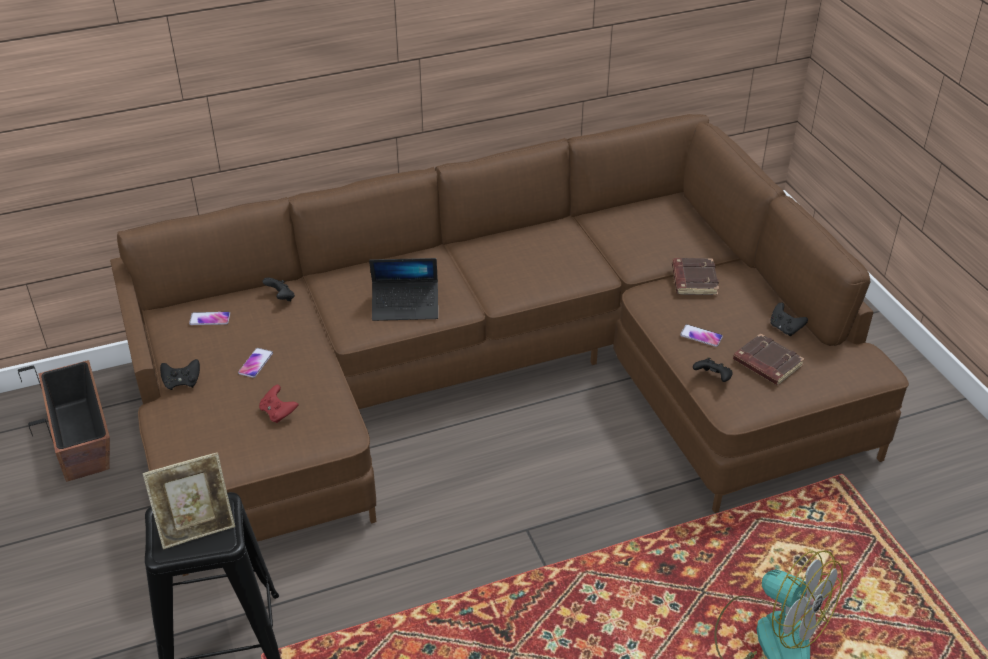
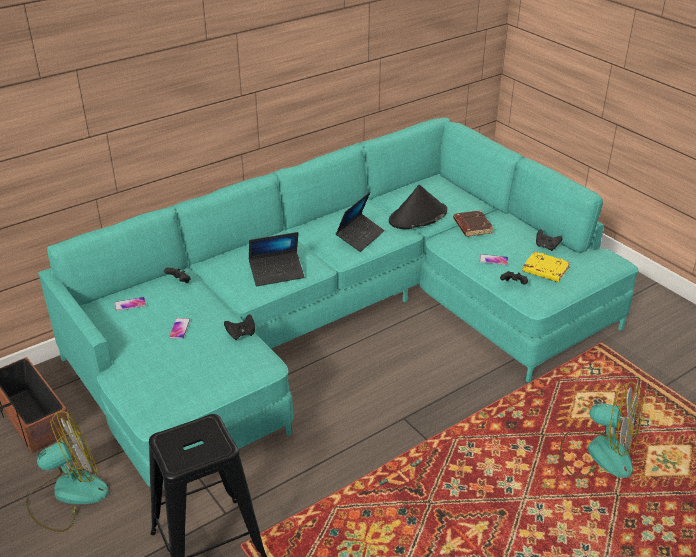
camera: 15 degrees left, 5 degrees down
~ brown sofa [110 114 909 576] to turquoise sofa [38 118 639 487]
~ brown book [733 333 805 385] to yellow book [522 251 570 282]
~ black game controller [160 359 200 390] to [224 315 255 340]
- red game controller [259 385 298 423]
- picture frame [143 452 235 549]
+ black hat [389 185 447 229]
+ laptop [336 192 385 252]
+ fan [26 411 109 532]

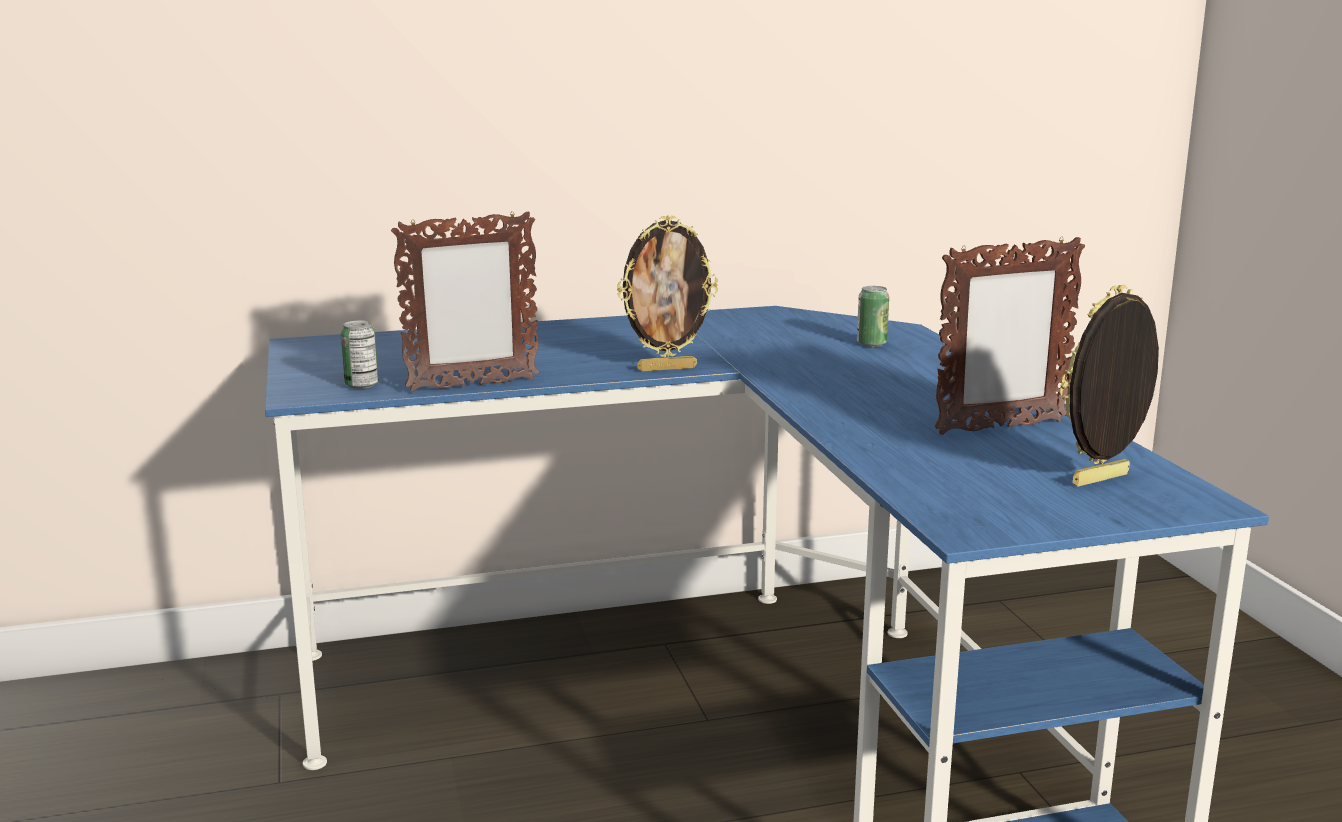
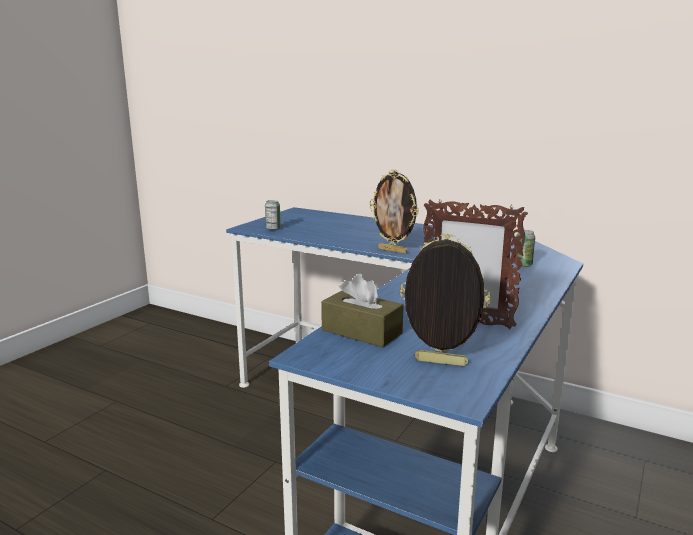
camera: 45 degrees right, 0 degrees up
- picture frame [391 211 539 392]
+ brown tissue box [321 274 404 347]

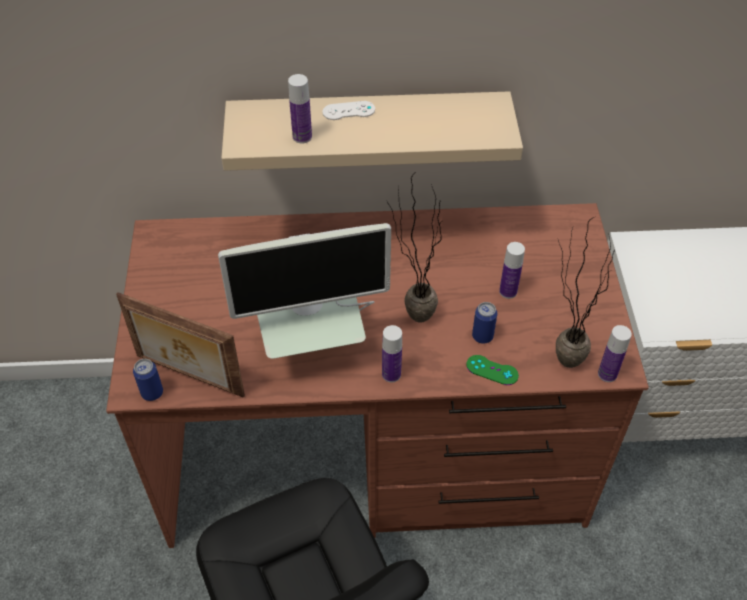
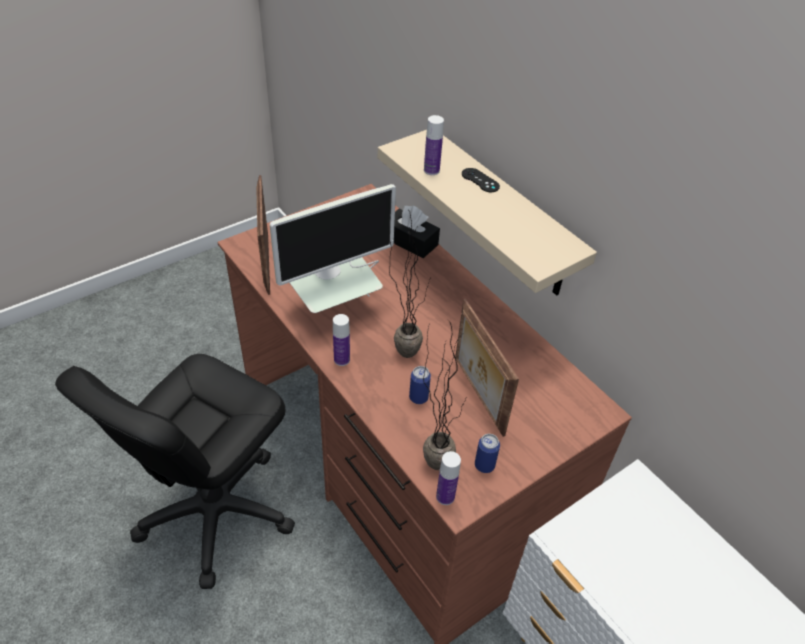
camera: 55 degrees right, 5 degrees down
~ white game controller [322 101 375 120] to black game controller [462 168 500 192]
~ monitor [218 223 391 359] = [270 184 396 313] 75 degrees counterclockwise
~ bottle [499 242 525 299] to picture frame [455 299 519 437]
- green game controller [466 355 519 385]
~ can [133 359 163 401] to [475 434 500 473]
+ black tissue box [394 206 440 258]

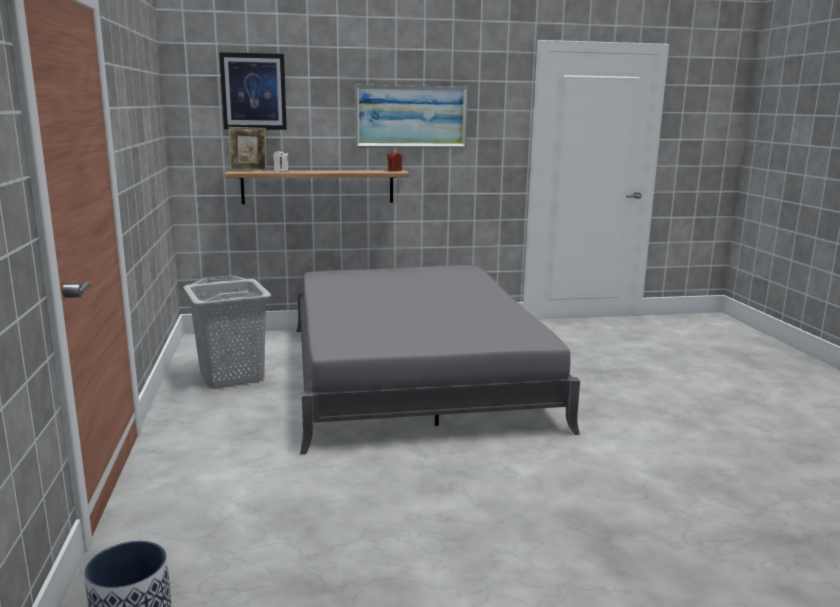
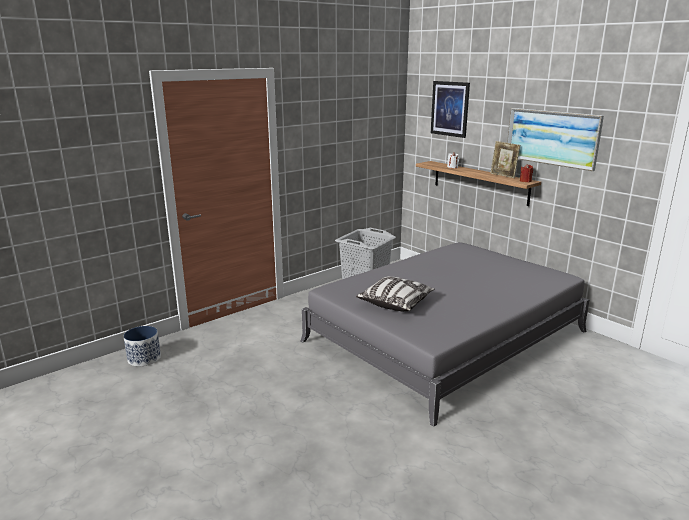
camera: 60 degrees right, 5 degrees up
~ picture frame [229 127 267 171] to [490 141 520 178]
+ pillow [356 276 435 312]

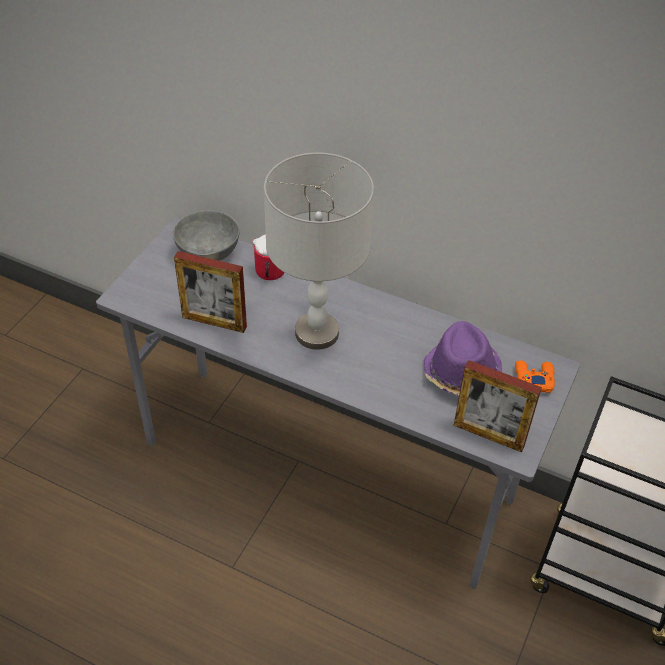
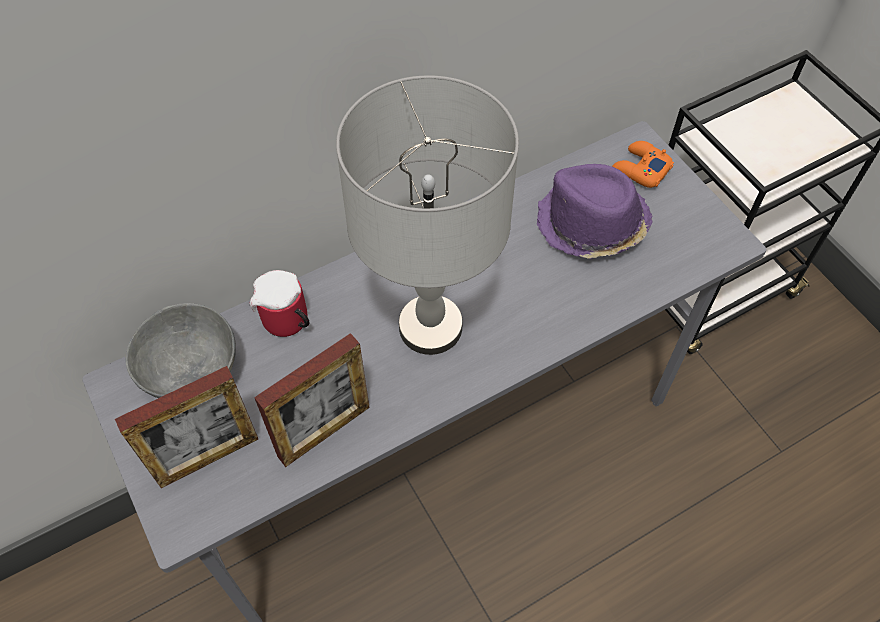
camera: 55 degrees left, 10 degrees up
~ picture frame [453 360 542 452] to [115 366 258 488]

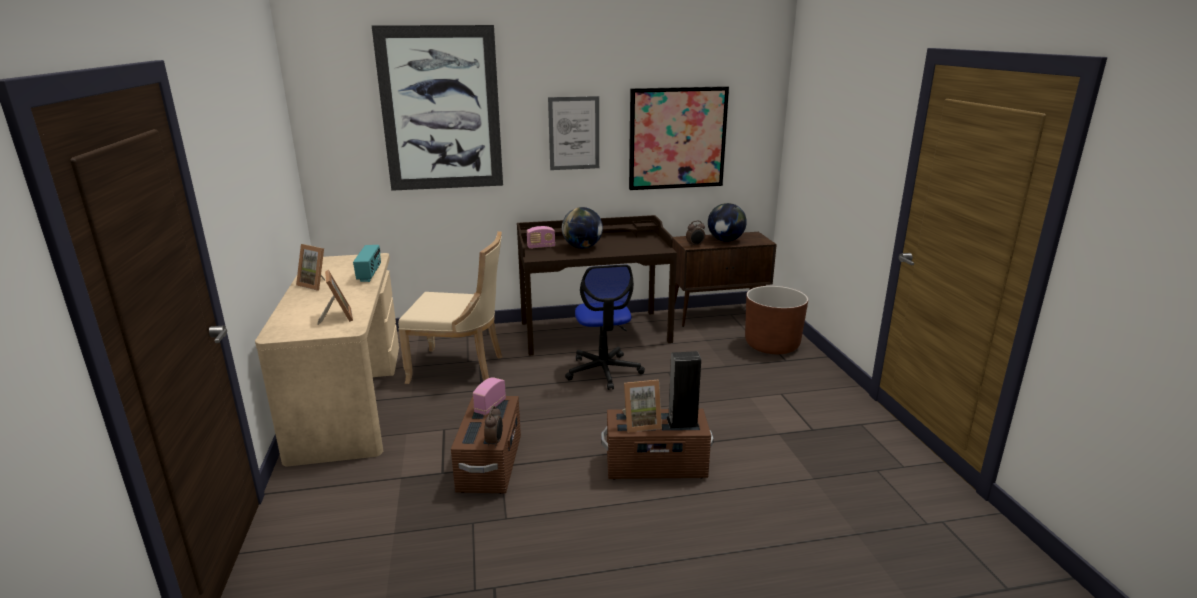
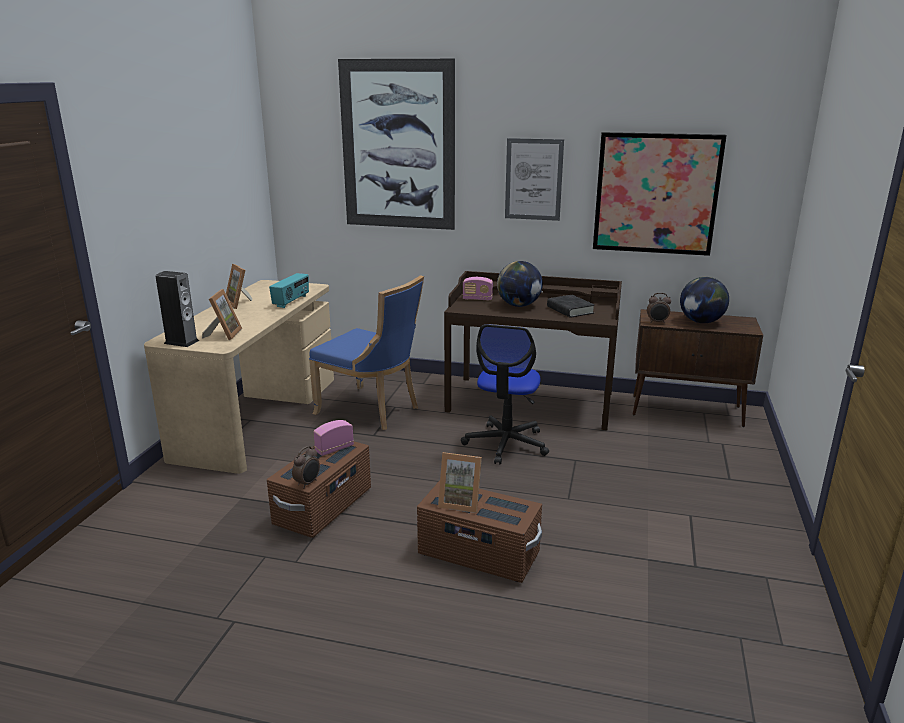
camera: 25 degrees right, 0 degrees up
~ beige chair [398 231 502 384] to blue chair [309 275 424 430]
- brown planter [745 286 808 354]
~ speaker [666 351 701 428] to [156 271 199 347]
+ black book [547 295 595 318]

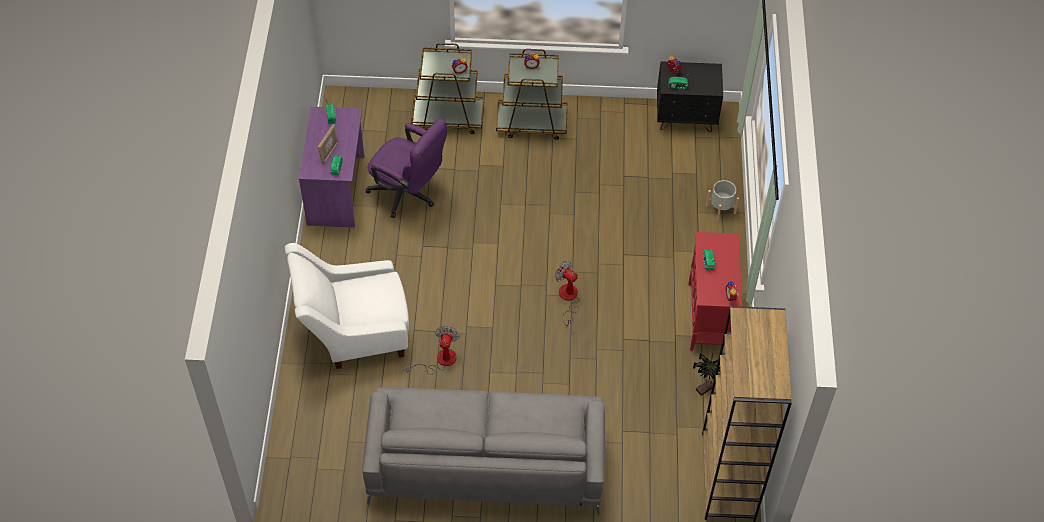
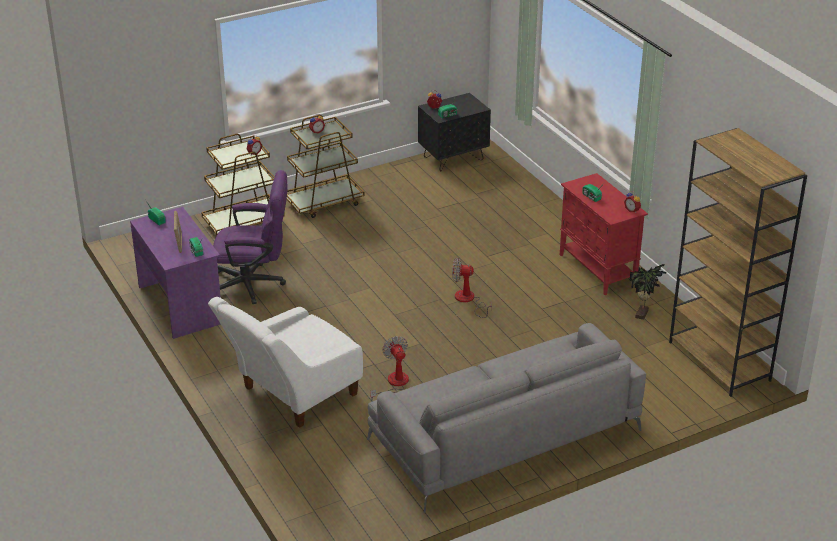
camera: 30 degrees left, 20 degrees down
- grey planter [706 180 739 221]

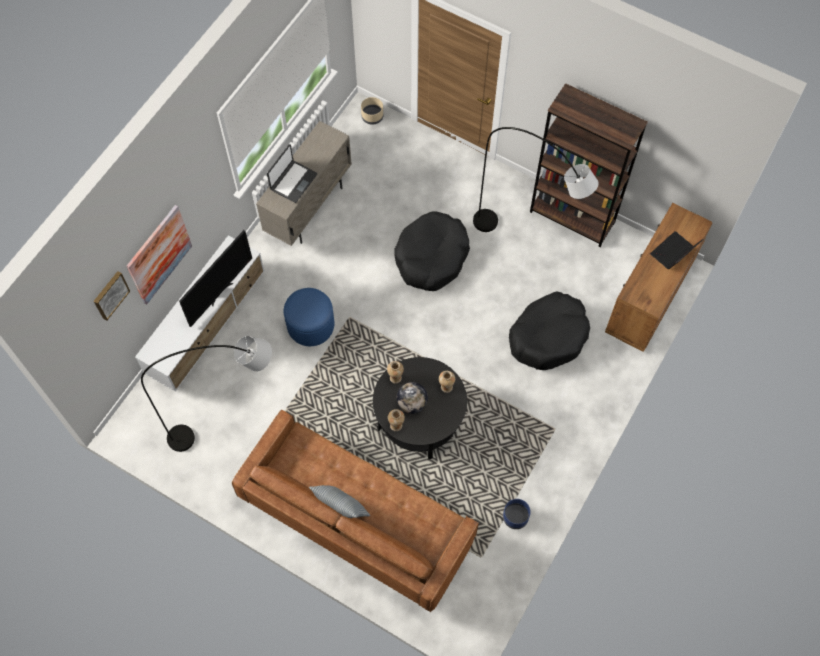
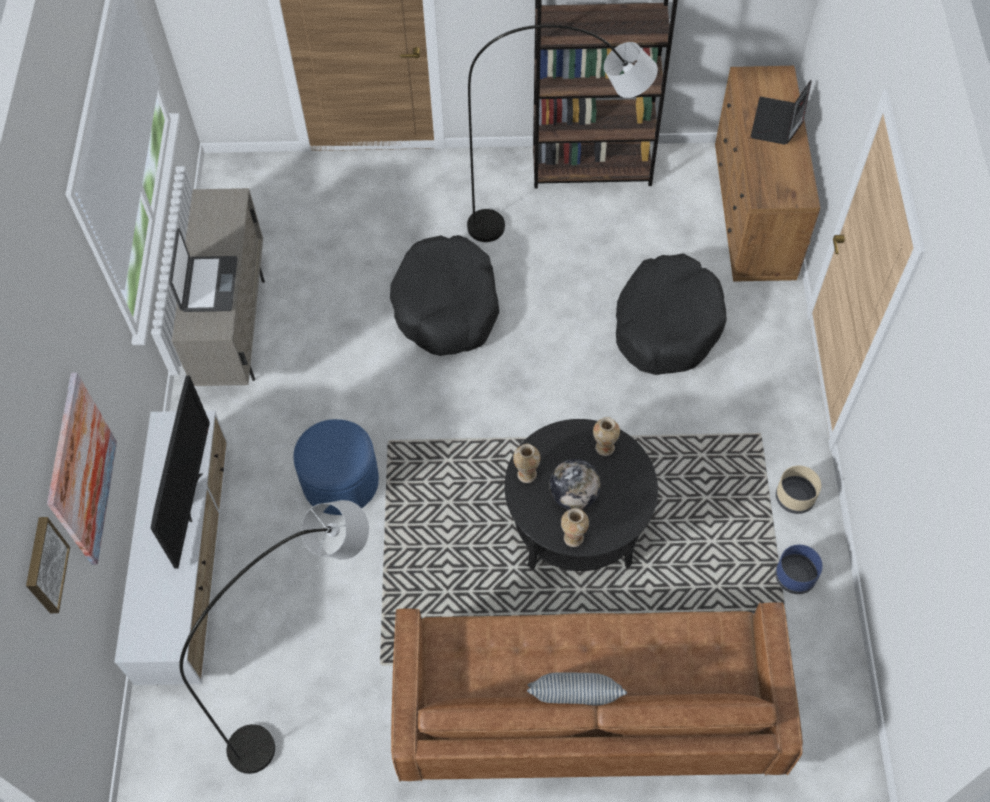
camera: 30 degrees left, 5 degrees down
~ beige planter [361 97 383 125] to [776 466 821 514]

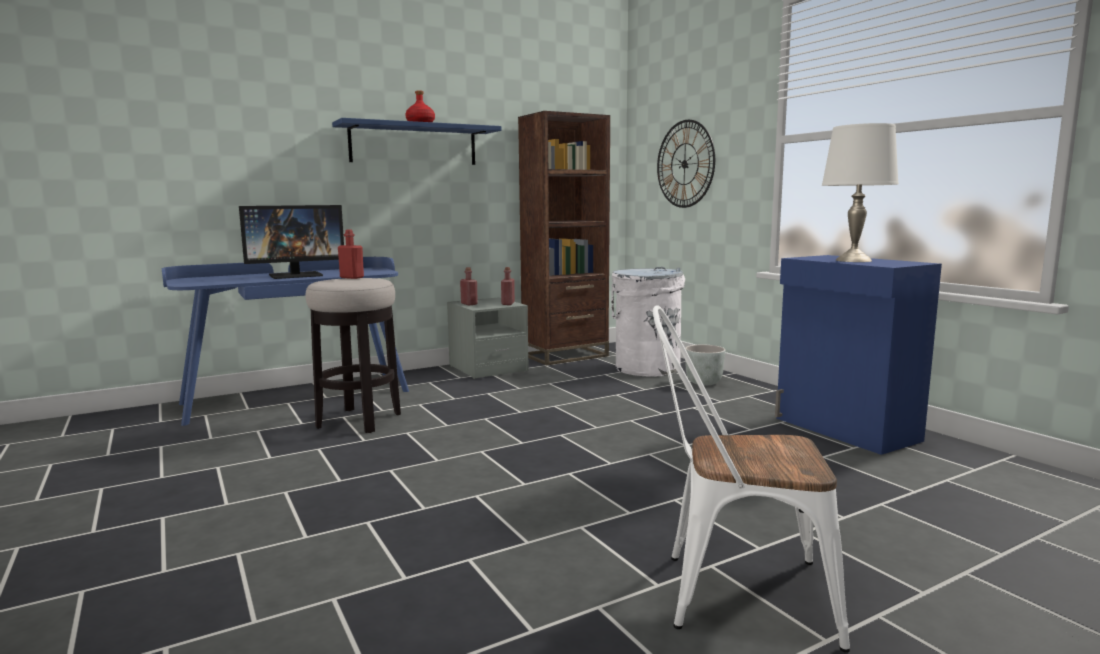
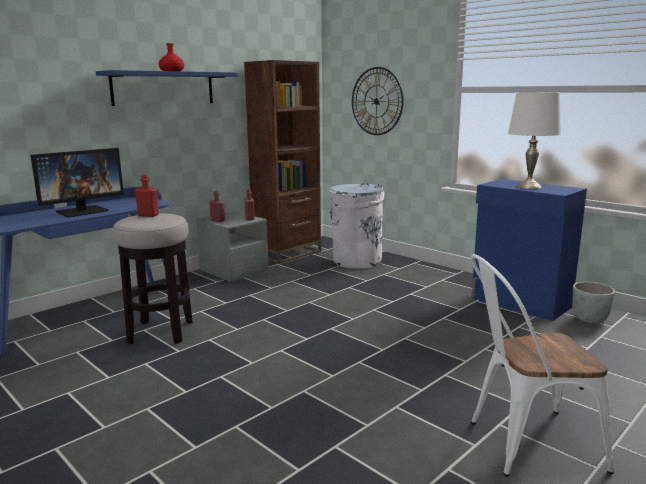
camera: 15 degrees left, 5 degrees up
~ grey planter [685 345 726 385] to [572 282 615 323]

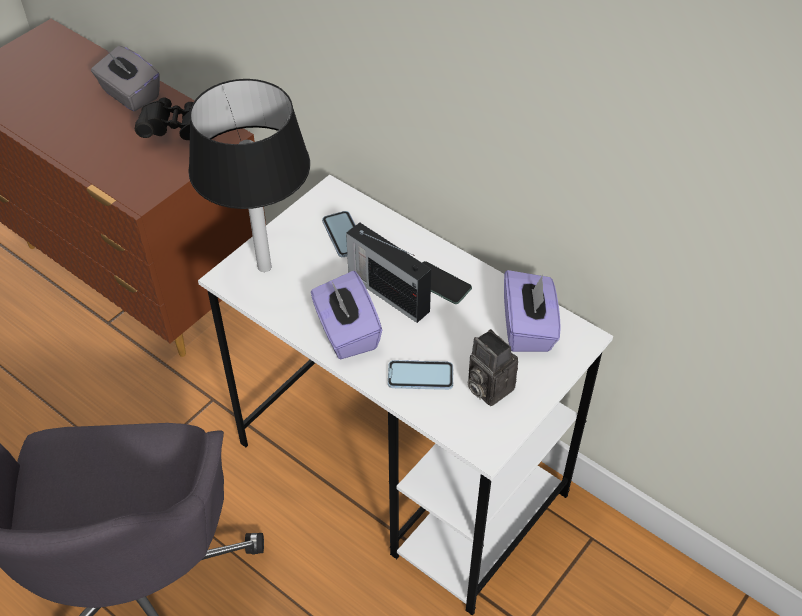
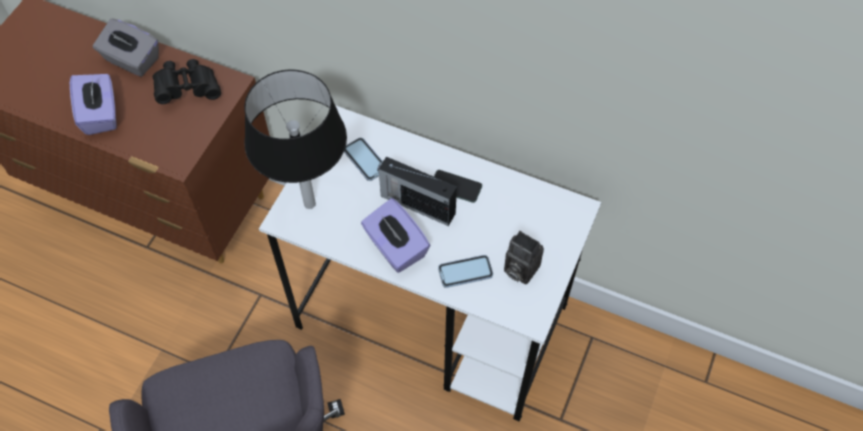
camera: 15 degrees left, 10 degrees up
~ purple tissue box [504 270 561 352] to [70 74 117 135]

